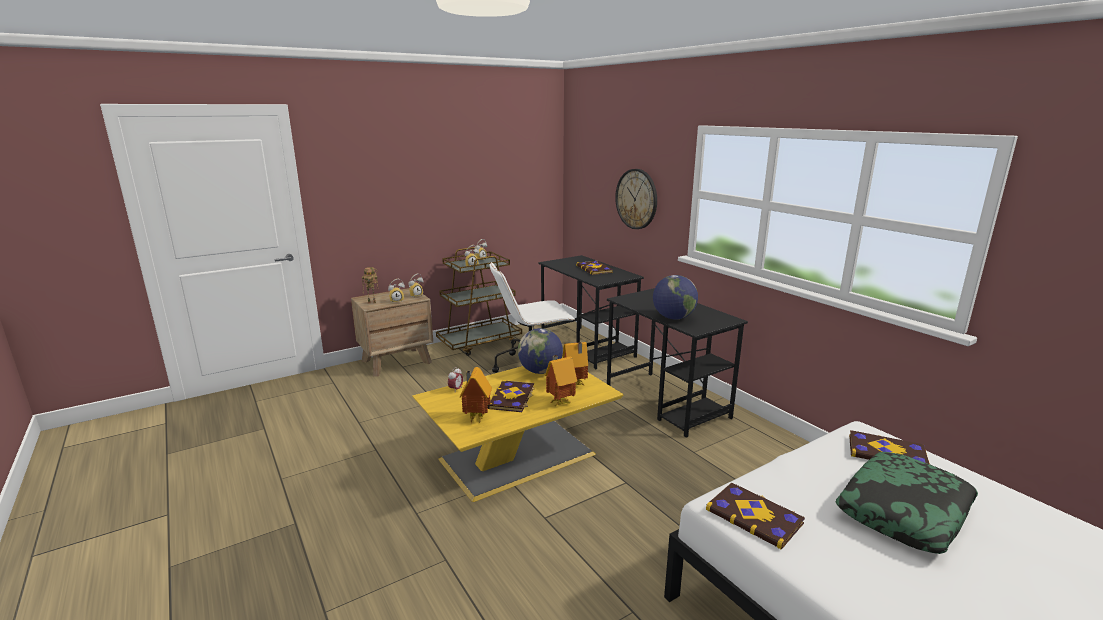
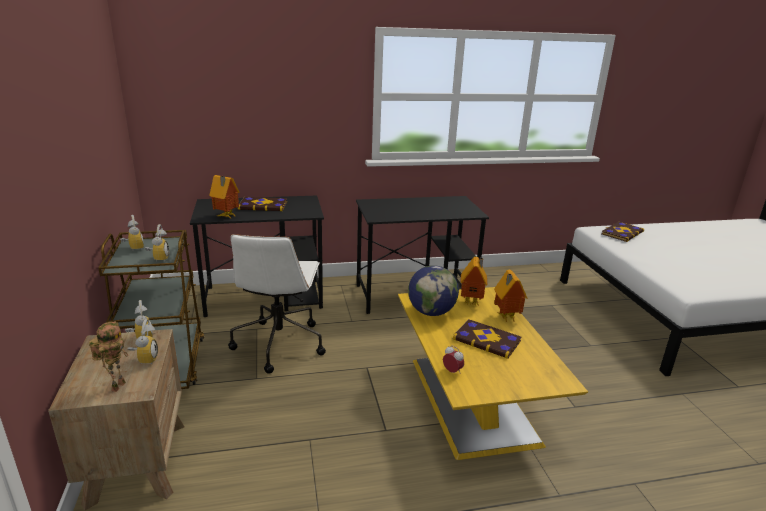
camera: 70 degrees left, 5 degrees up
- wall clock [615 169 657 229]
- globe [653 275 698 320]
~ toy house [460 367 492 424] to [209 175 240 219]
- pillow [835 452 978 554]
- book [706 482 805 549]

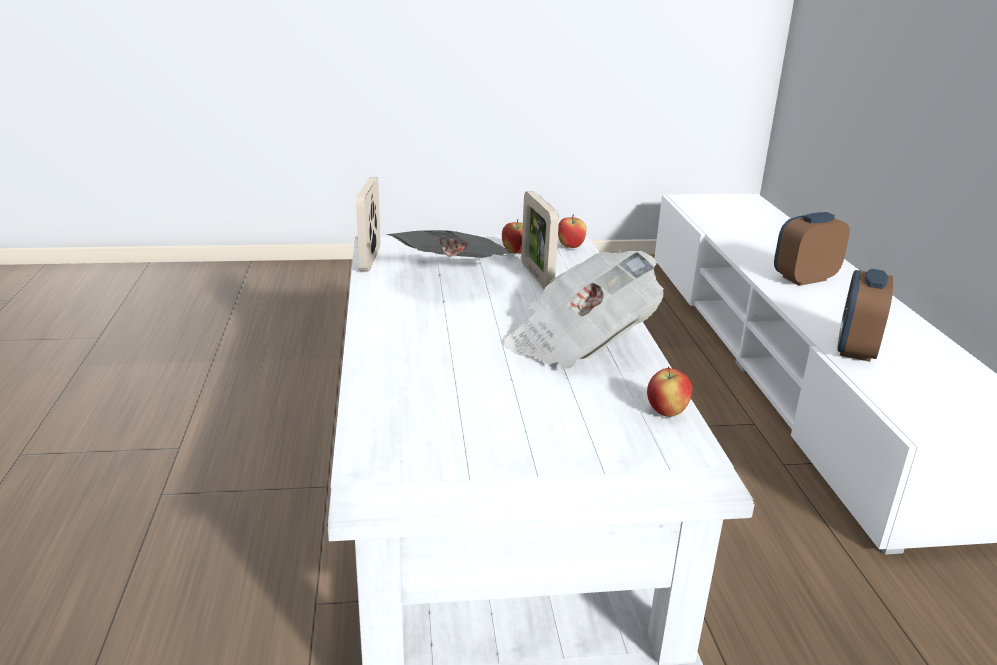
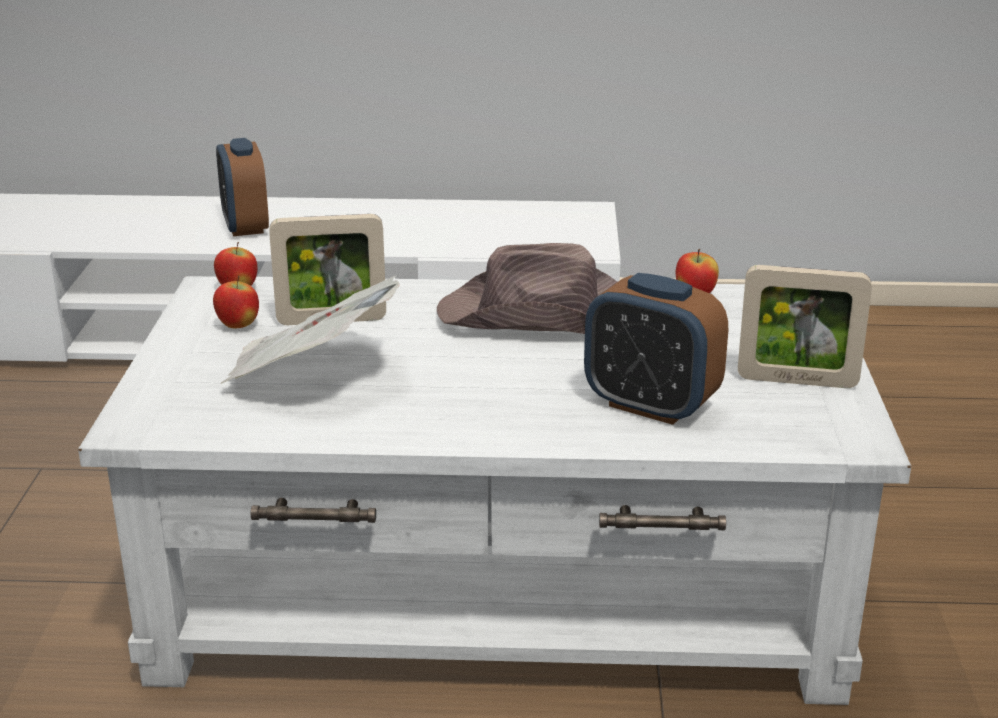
camera: 80 degrees left, 0 degrees up
~ picture frame [356 177 380 272] to [738 265 872 388]
~ newspaper [505 251 664 369] to brown hat [437 243 617 334]
~ alarm clock [837 269 893 362] to [584 273 728 425]

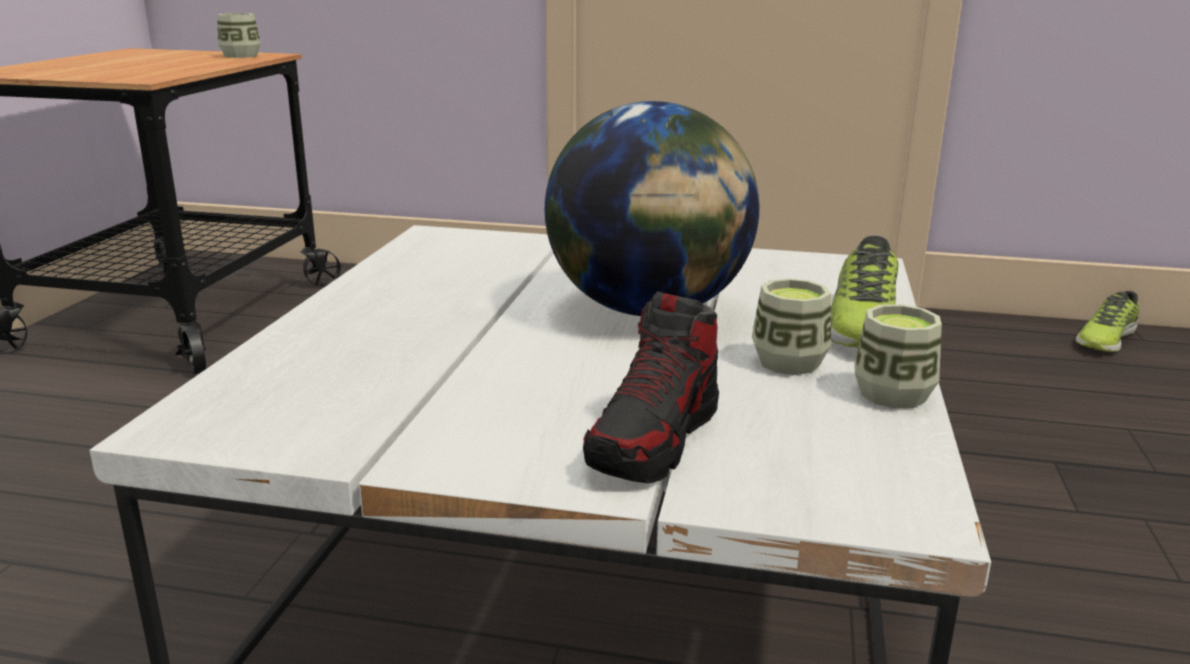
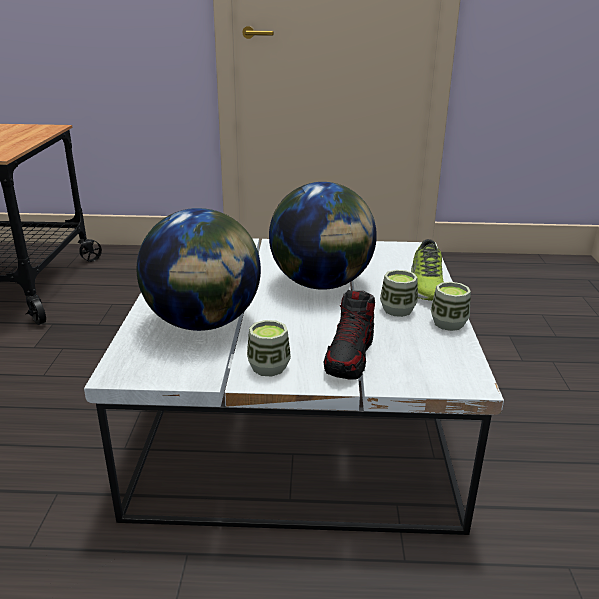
camera: 10 degrees left, 5 degrees up
~ cup [217 13 261 58] to [247 320 291 377]
- shoe [1076 291 1139 352]
+ globe [136 208 261 331]

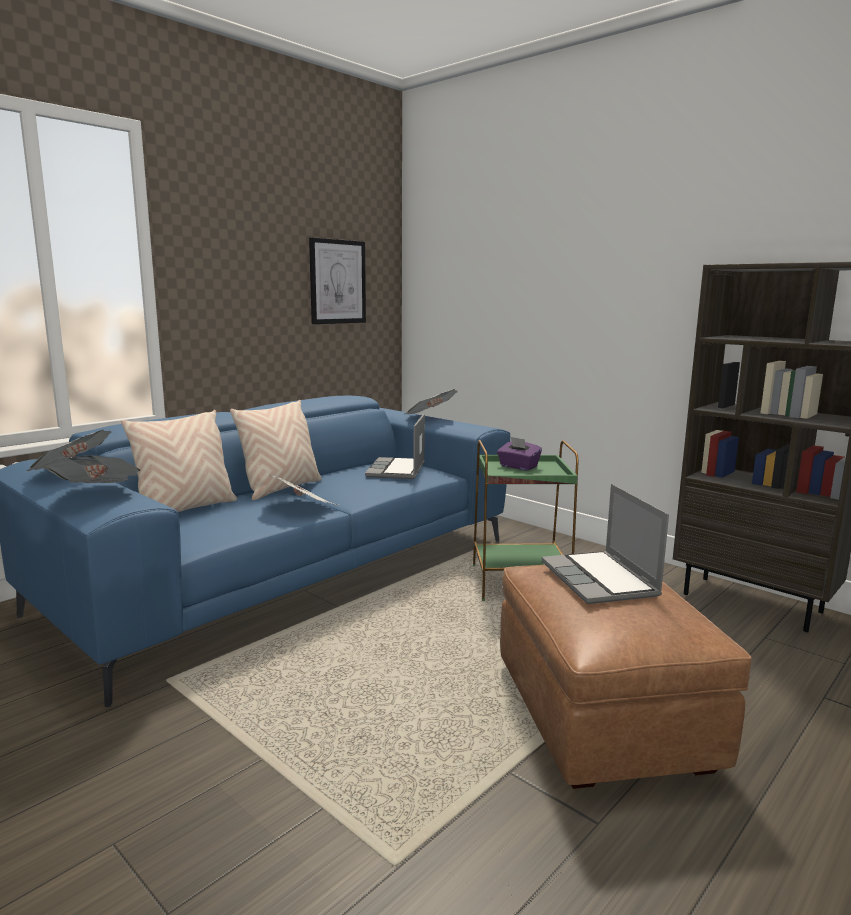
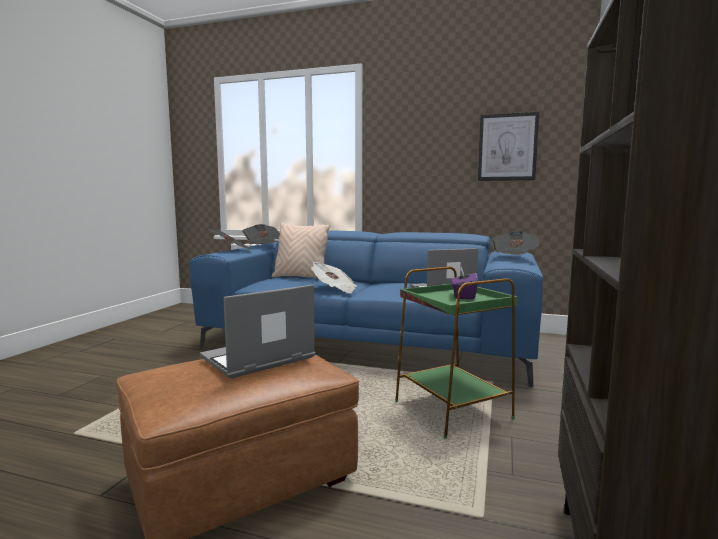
camera: 65 degrees right, 5 degrees down
- beige pillow [230 400 322 500]

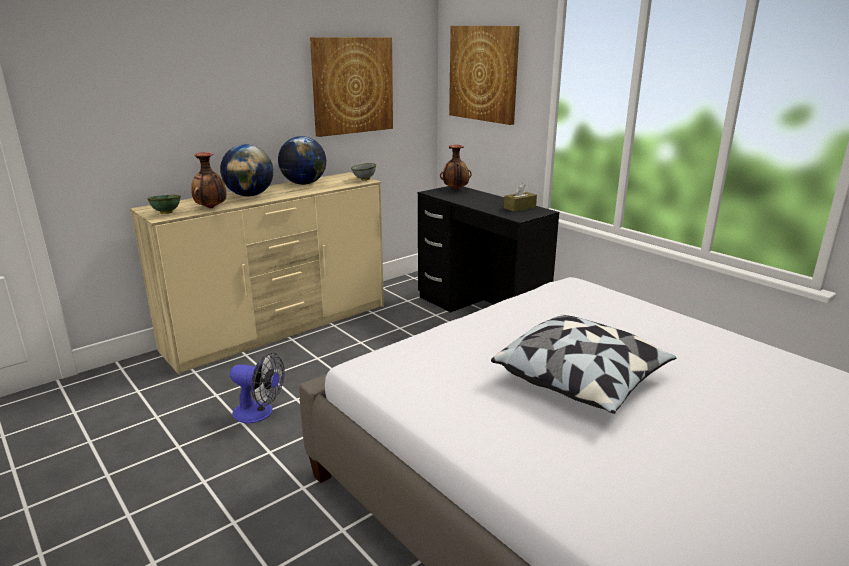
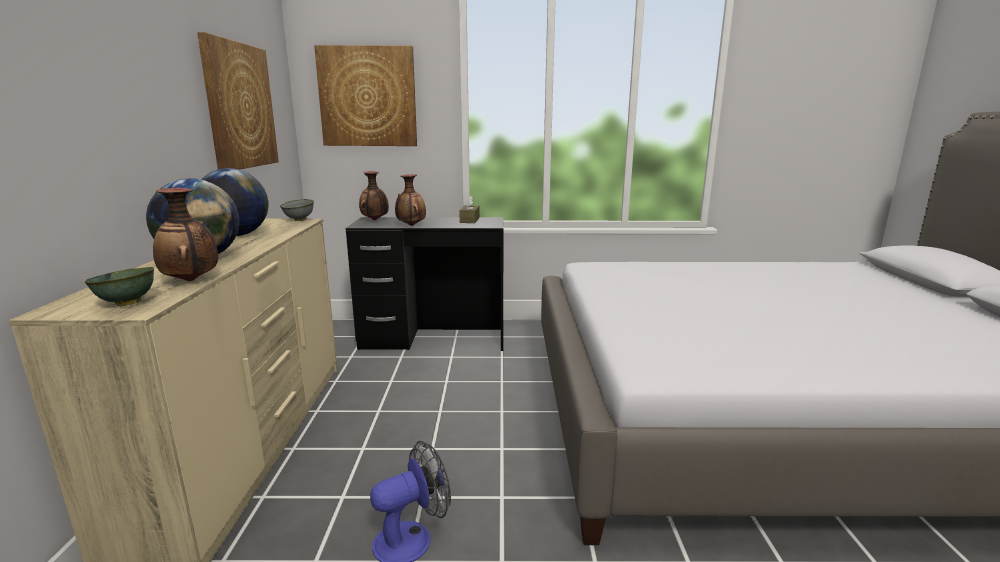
camera: 50 degrees left, 5 degrees down
- pillow [491 315 677 414]
+ vase [395 174 426 226]

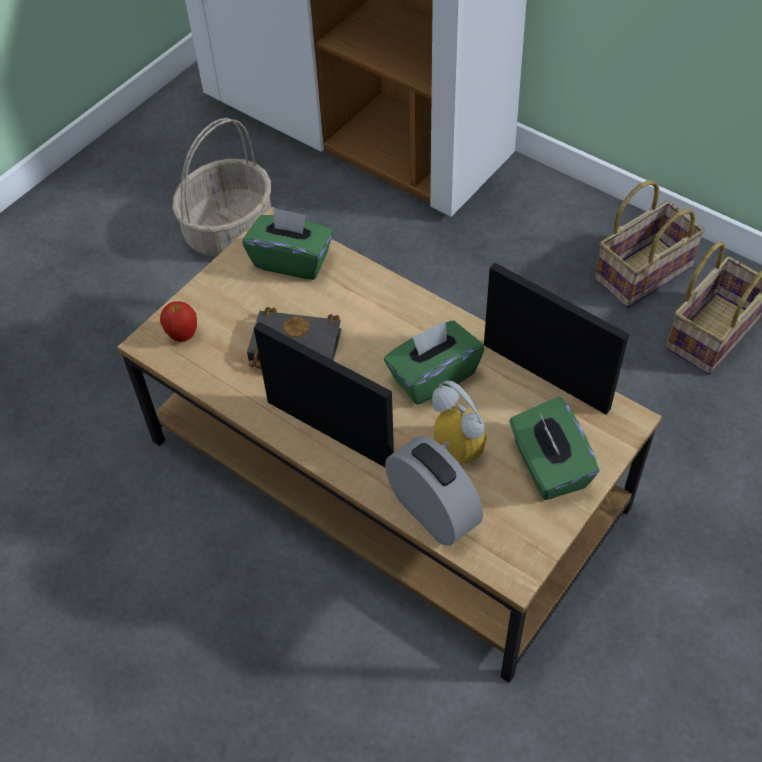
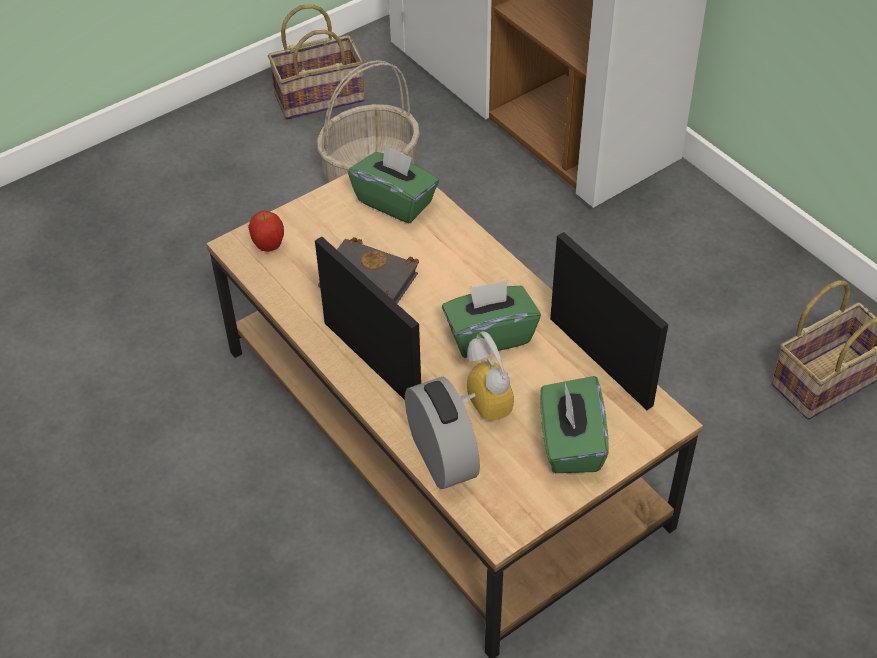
camera: 15 degrees right, 5 degrees down
~ basket [595 180 705 308] to [268 4 365 120]

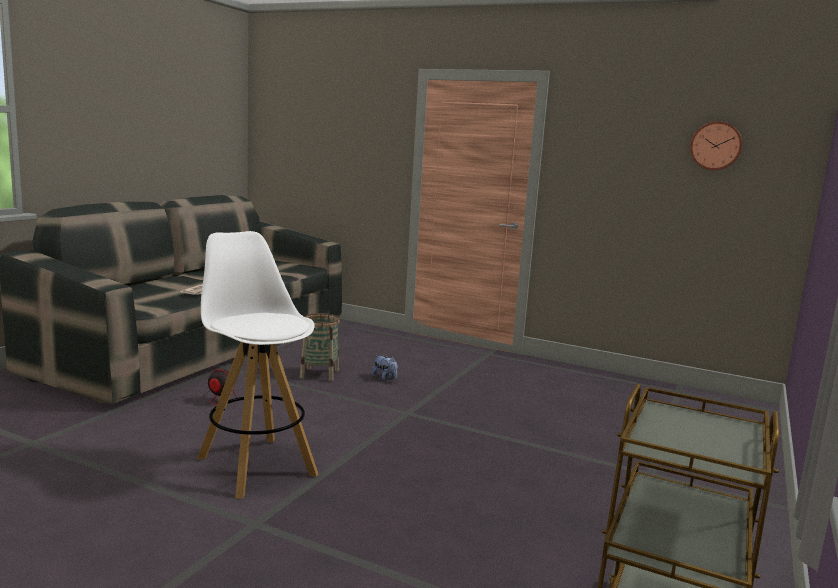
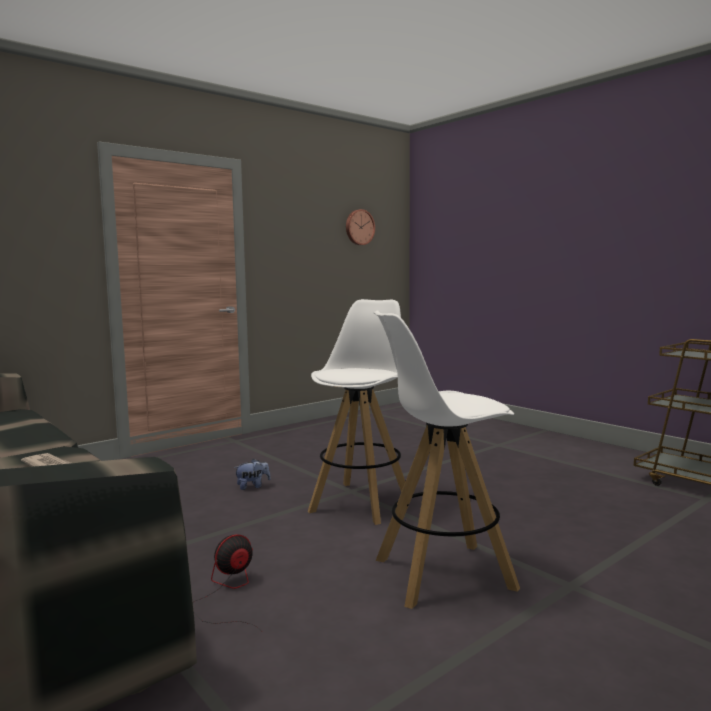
camera: 65 degrees left, 5 degrees down
- basket [300 313 340 381]
+ white stool [308 299 405 525]

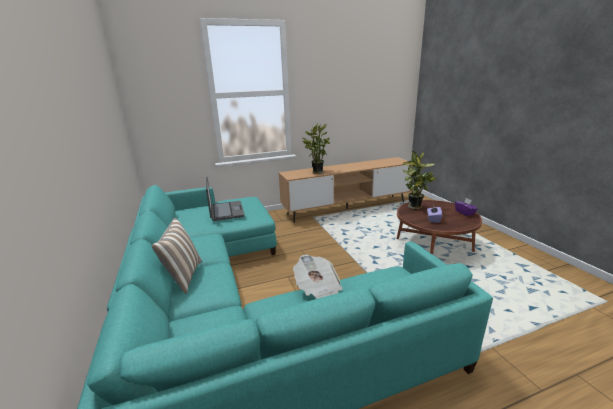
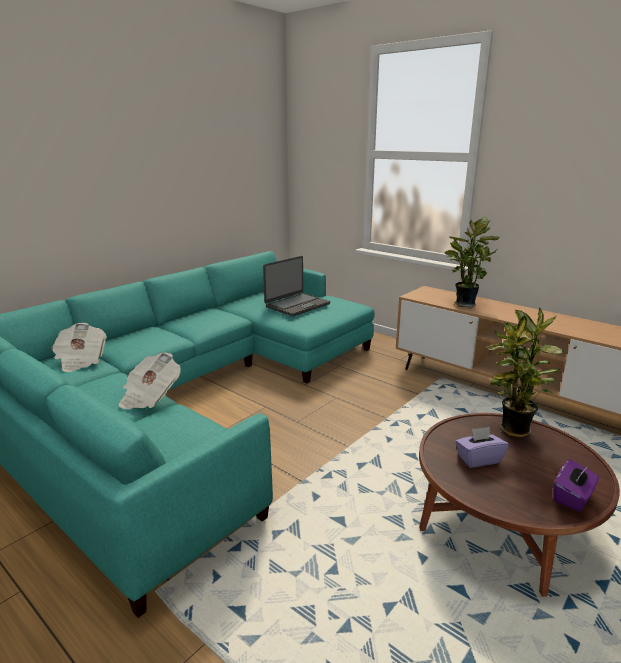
camera: 60 degrees right, 0 degrees up
- pillow [151 218 201 294]
+ newspaper [52 323 107 372]

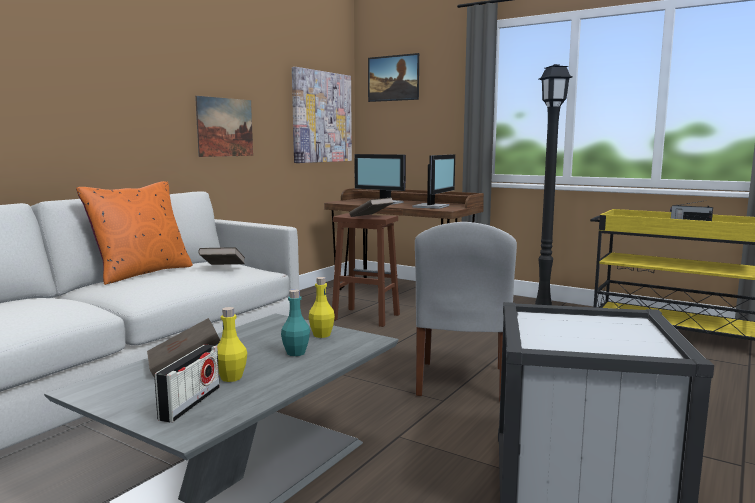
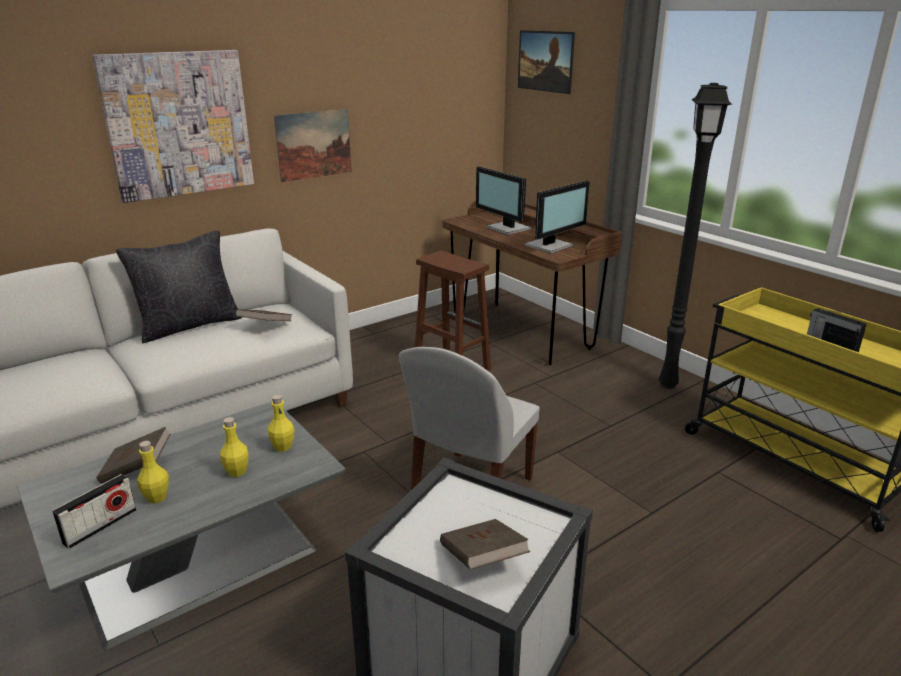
camera: 20 degrees right, 15 degrees up
~ picture [292 67 352 163] to [92 50 254 203]
~ orange pillow [76 181 193 285] to black pillow [116 231 242 343]
~ brown book [350 197 394 217] to [440 519 530 570]
~ turquoise bottle [281 290 310 356] to yellow bottle [220 417 249 477]

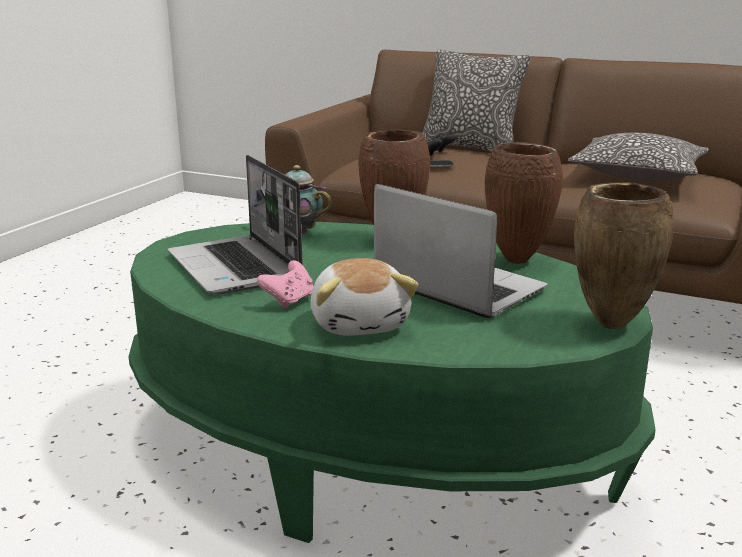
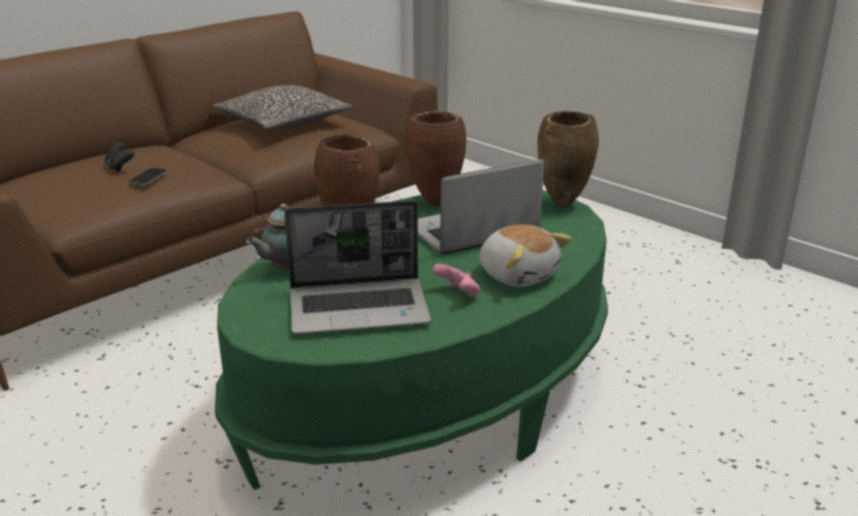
camera: 70 degrees left, 5 degrees up
- pillow [423 49 531 152]
~ plush toy [311 258 418 336] = [479 224 572 287] 45 degrees clockwise

